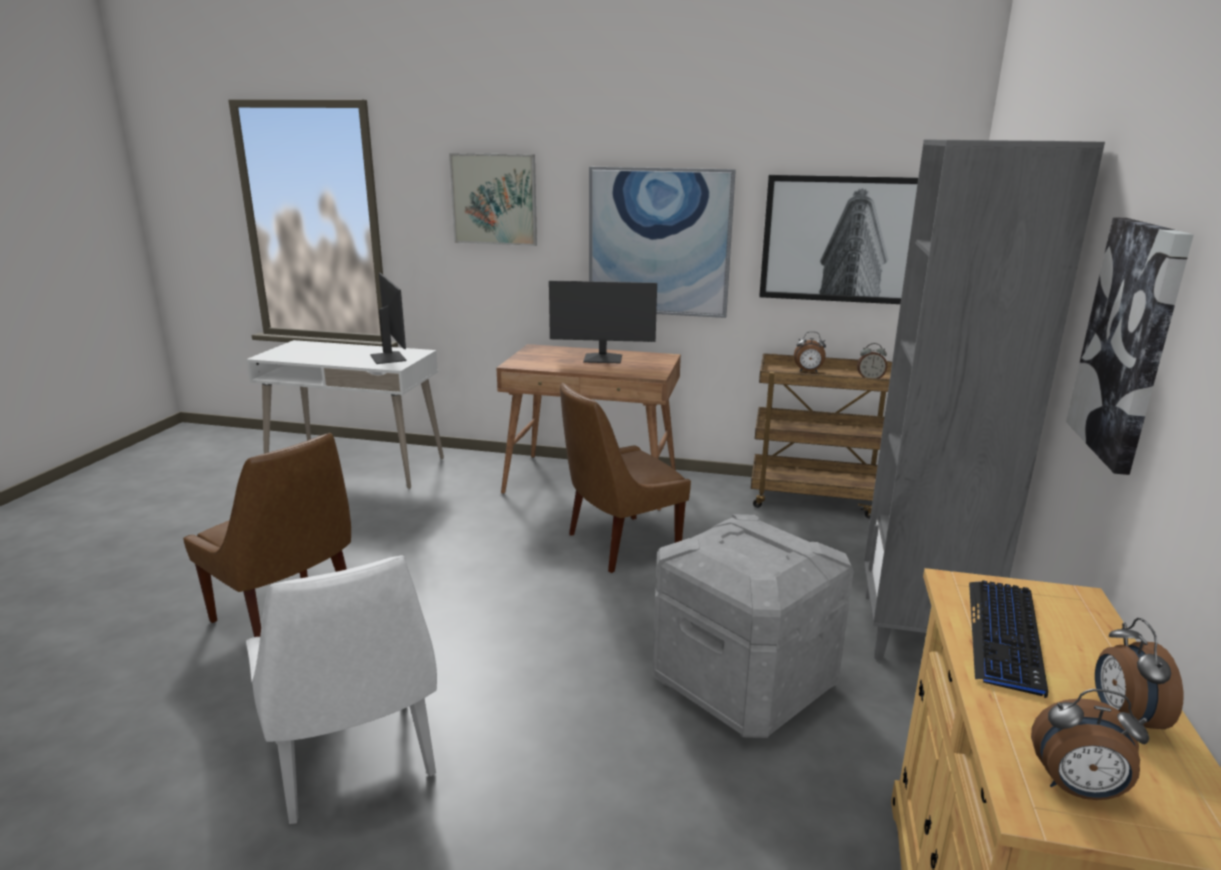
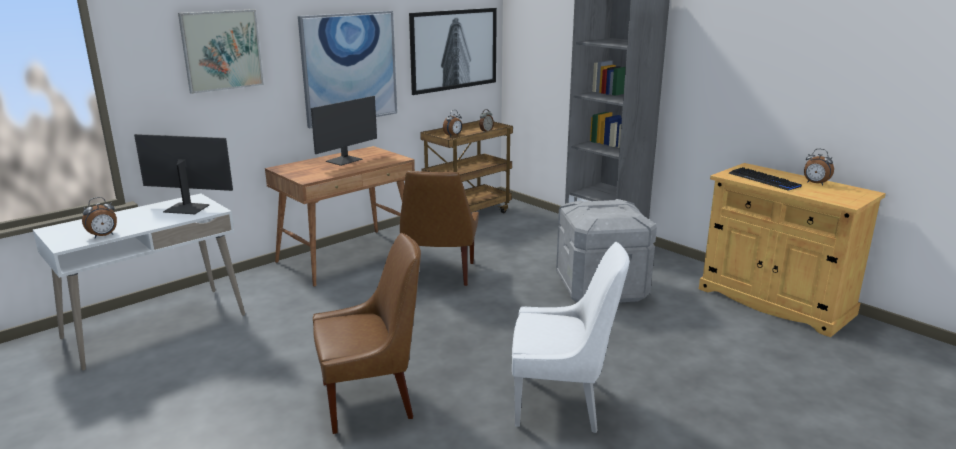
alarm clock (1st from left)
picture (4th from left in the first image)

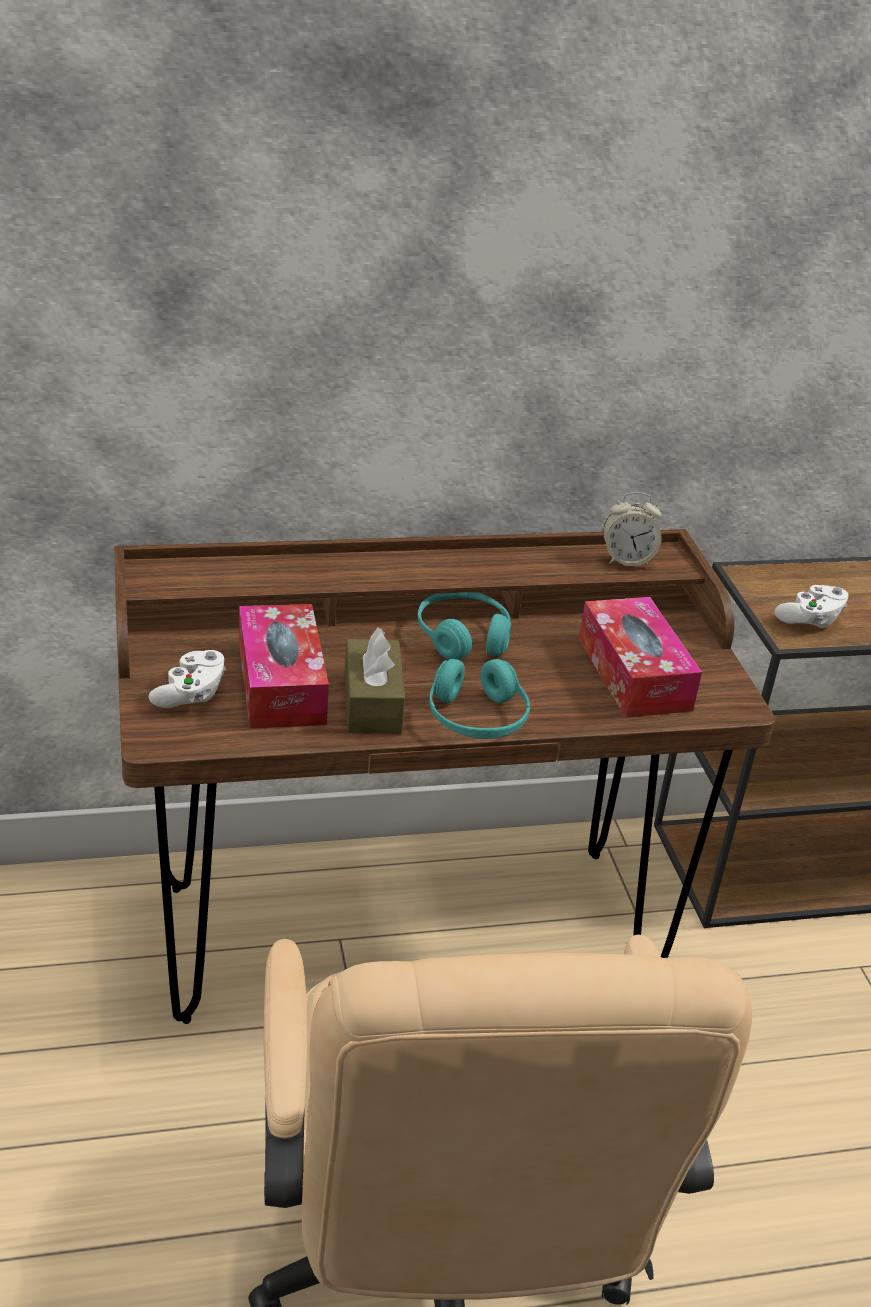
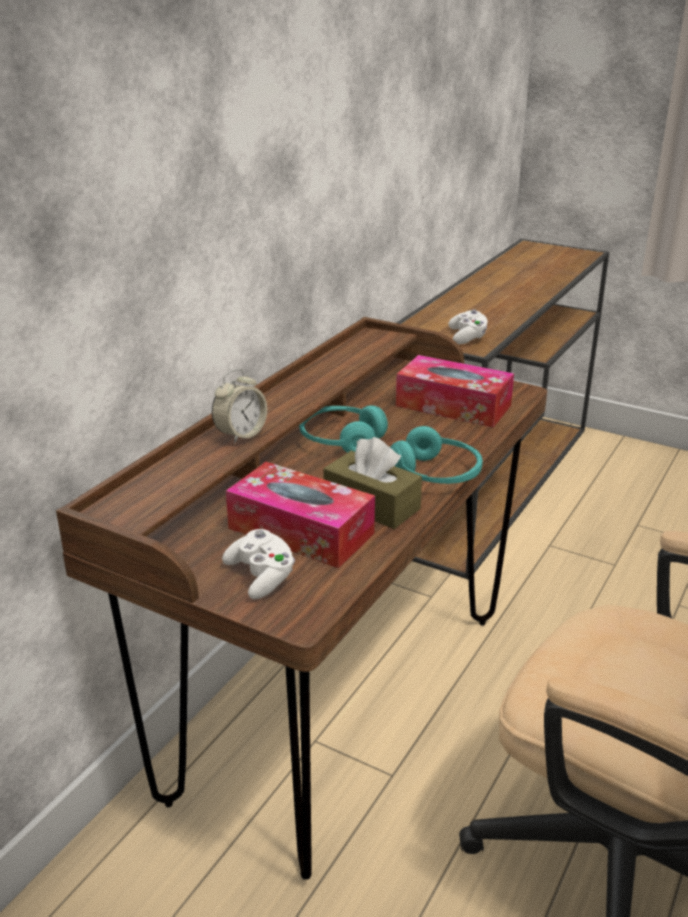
alarm clock

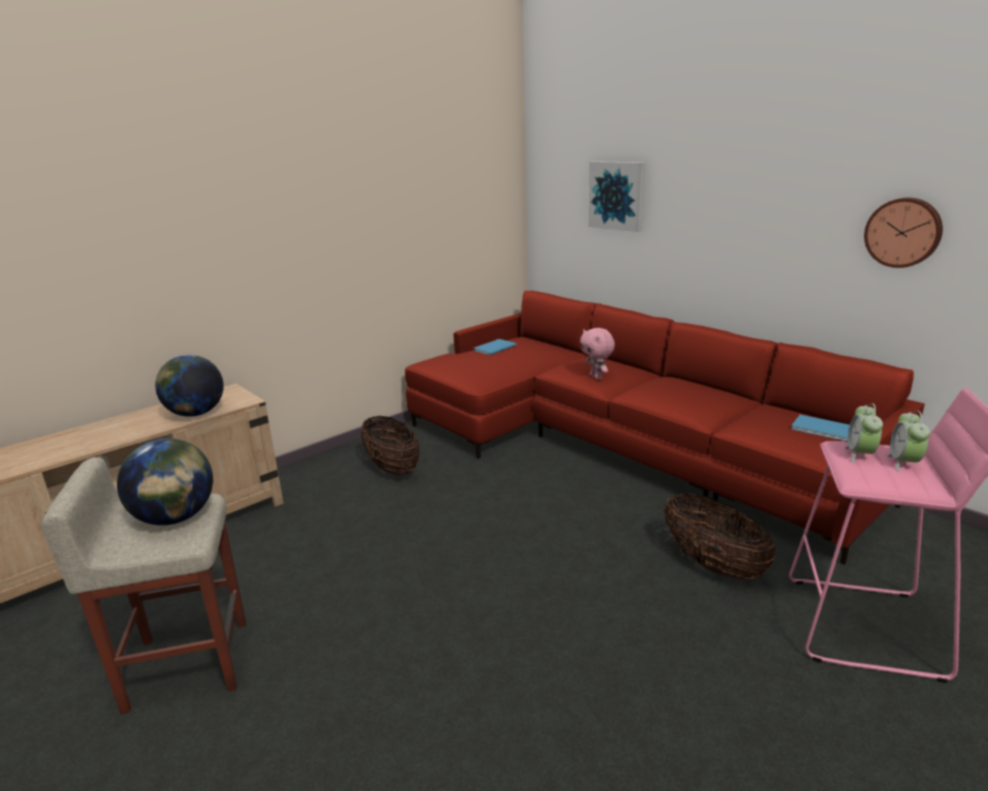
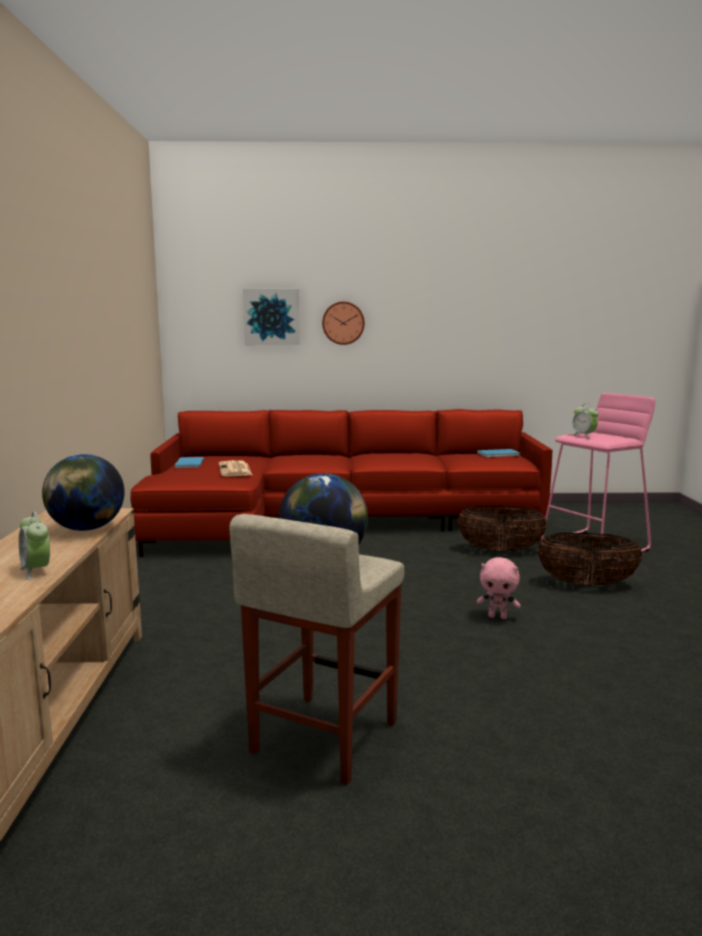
alarm clock (1st from left)
newspaper
wall clock
plush toy (pink)
basket (2nd from left)

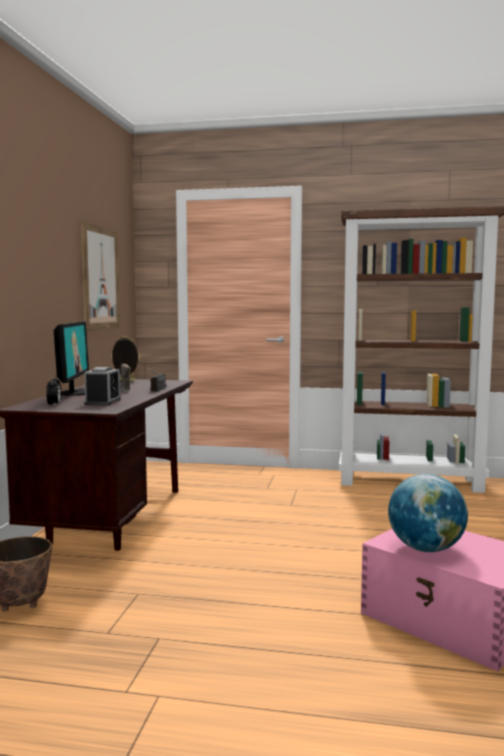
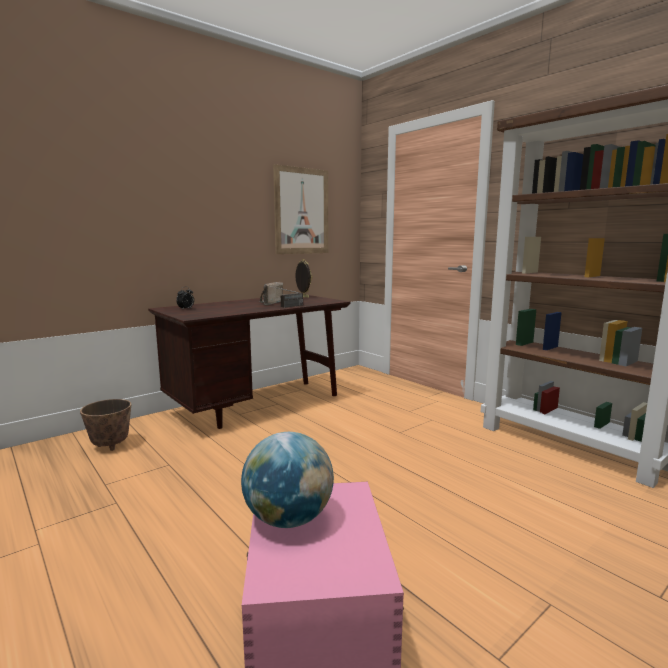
monitor
alarm clock (2nd from left in the first image)

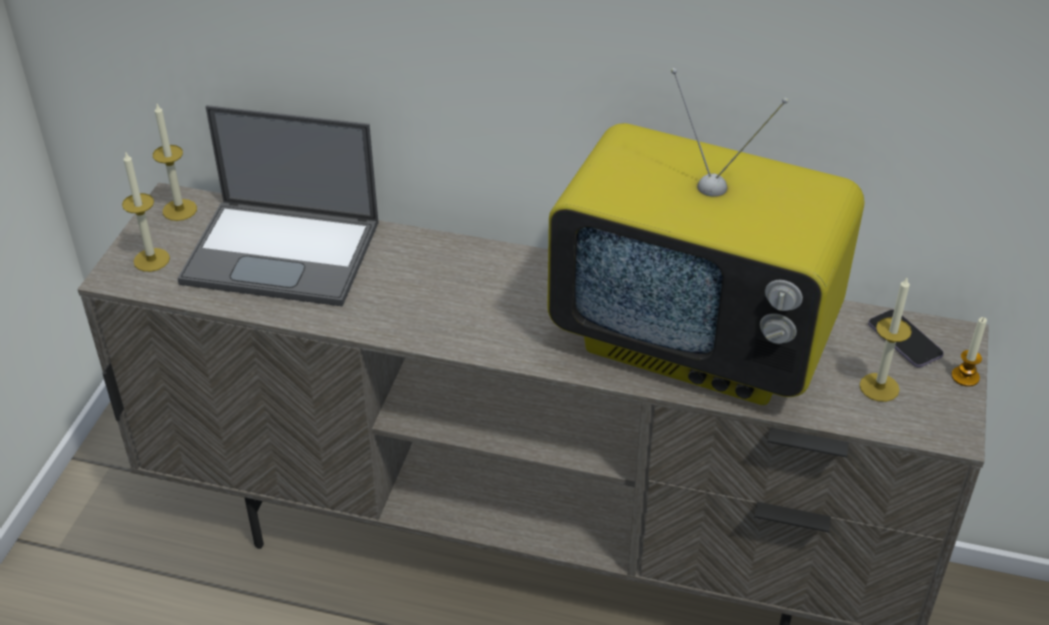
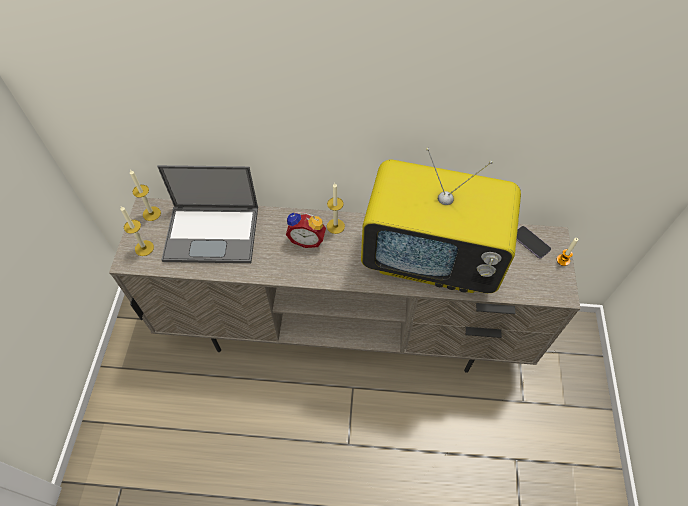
alarm clock
candle (3rd from left)

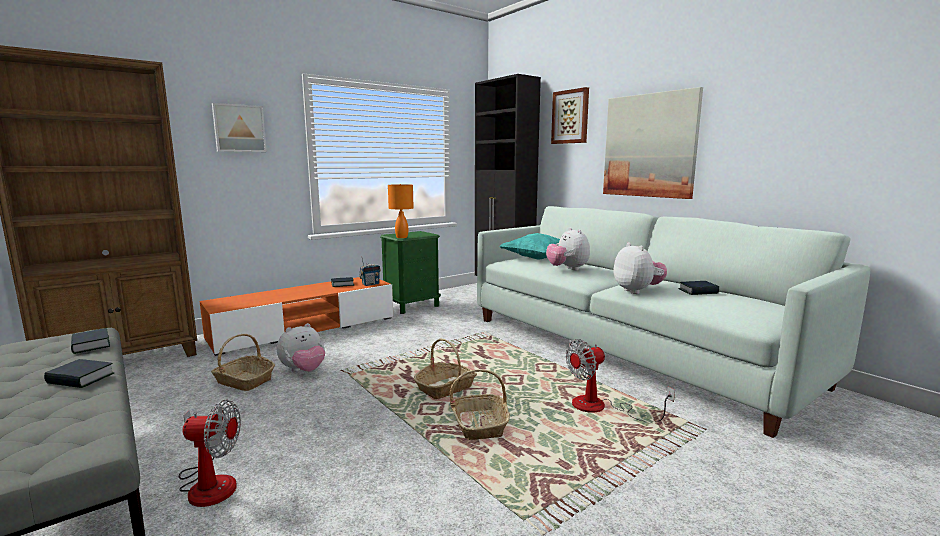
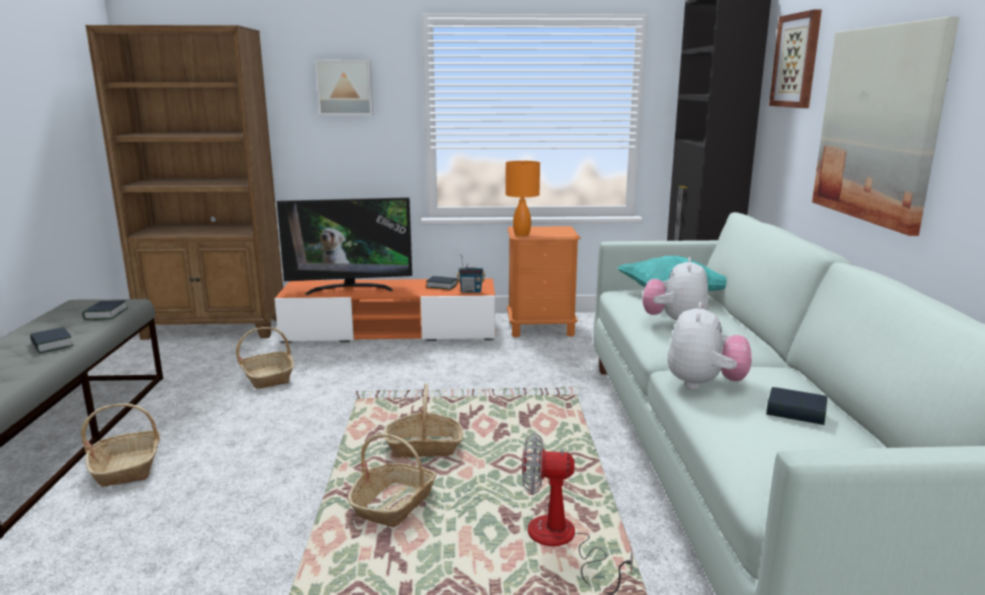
basket (1st from left)
television
nightstand (orange)
plush toy (1st from left in the first image)

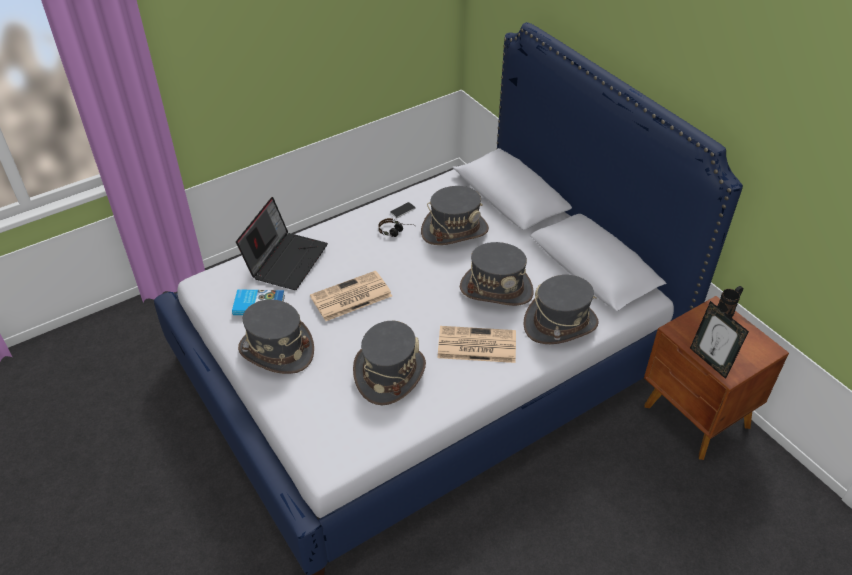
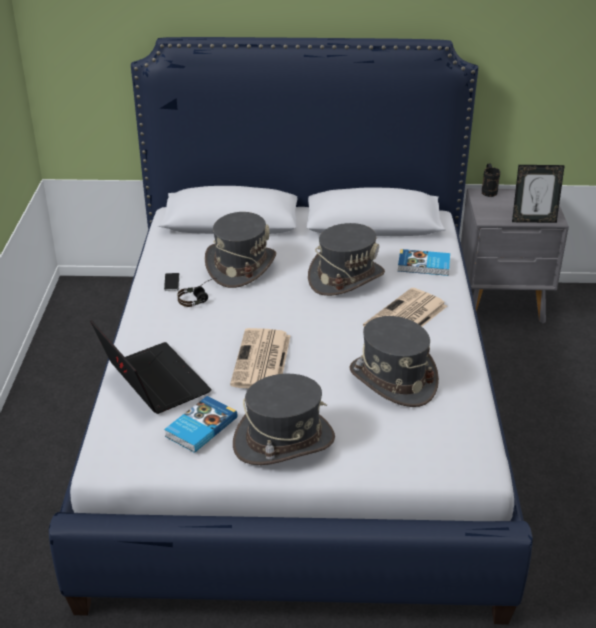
book (2nd from left)
nightstand (grey)

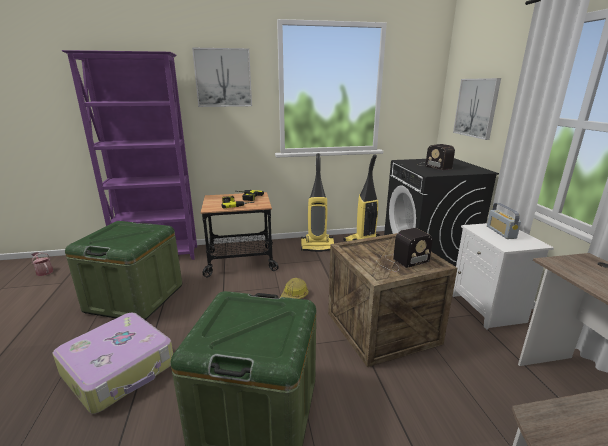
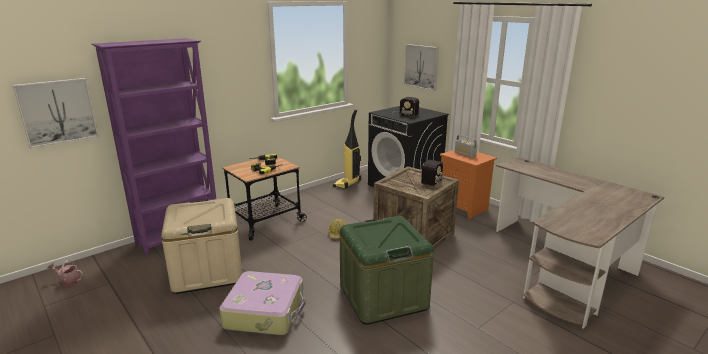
picture (1st from left)
storage box (beige)
nightstand (orange)
vacuum cleaner (1st from left in the first image)

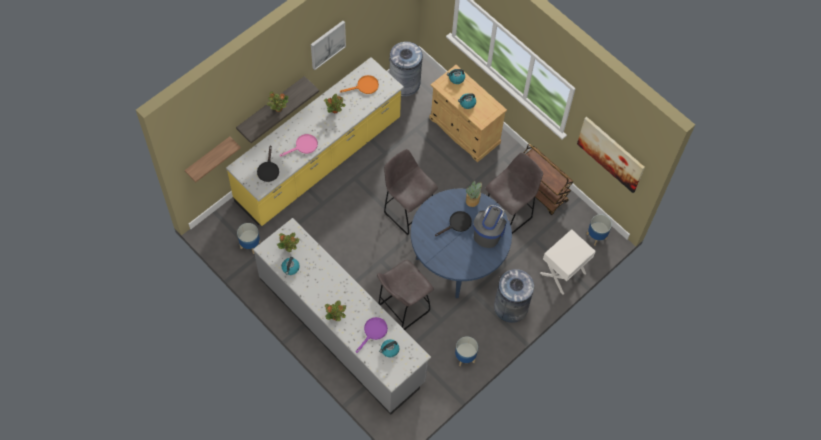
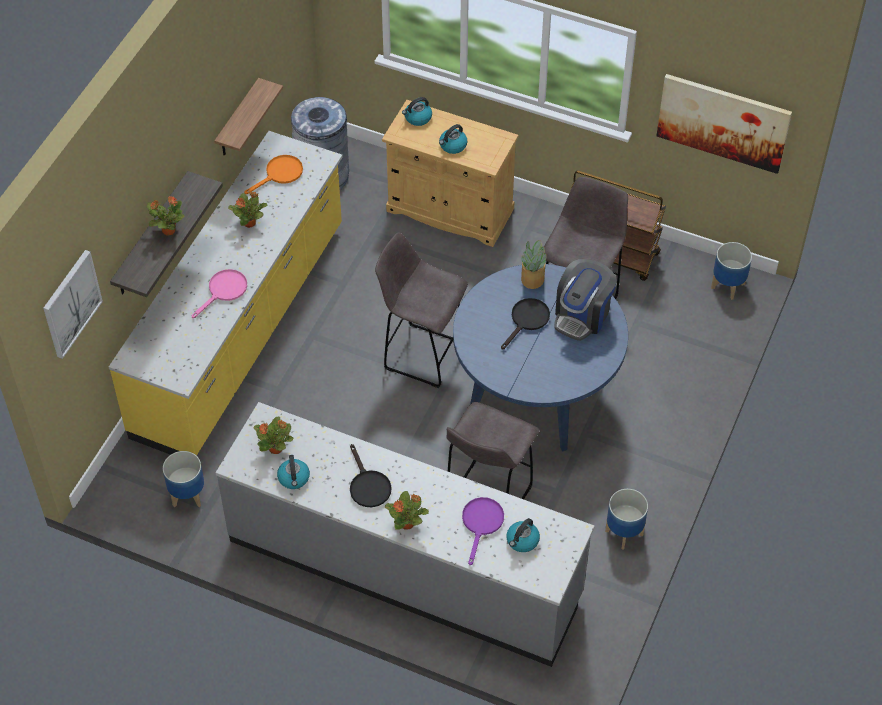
picture (1st from left)
shelf (2nd from left)
frying pan (black) (1st from left)
coffee machine
trash can (grey) (2nd from left in the first image)
nightstand (white)

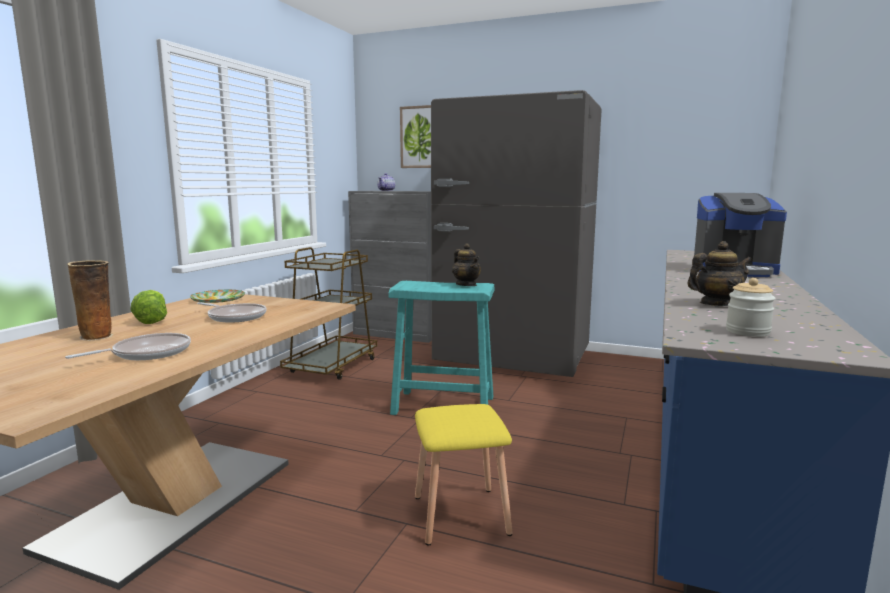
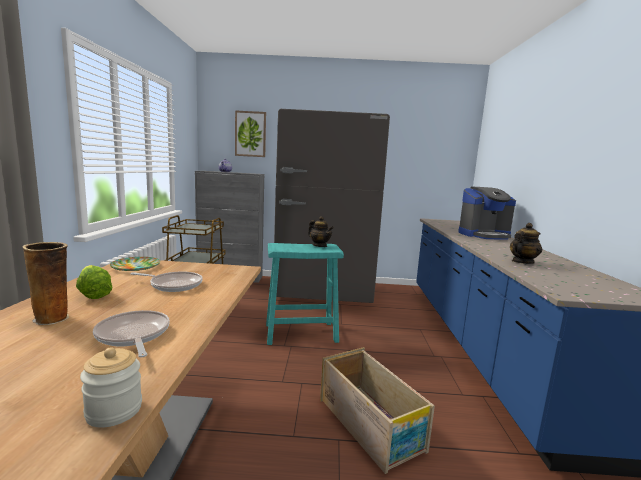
jar
frying pan (1st from left)
crate

